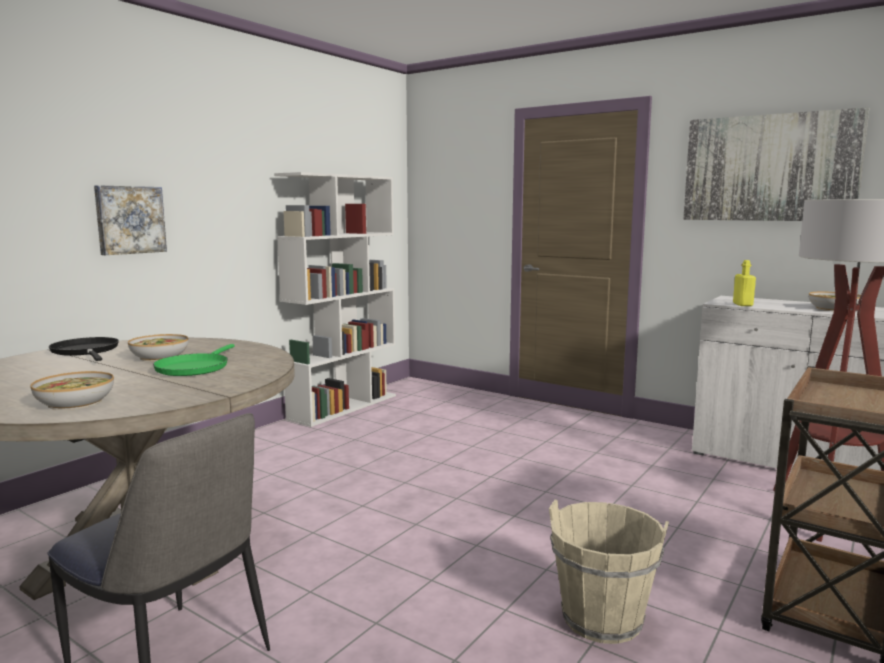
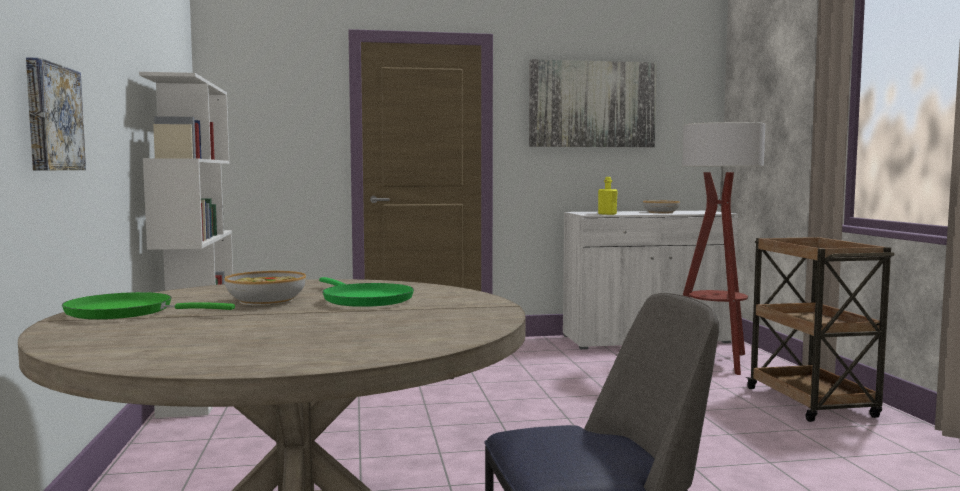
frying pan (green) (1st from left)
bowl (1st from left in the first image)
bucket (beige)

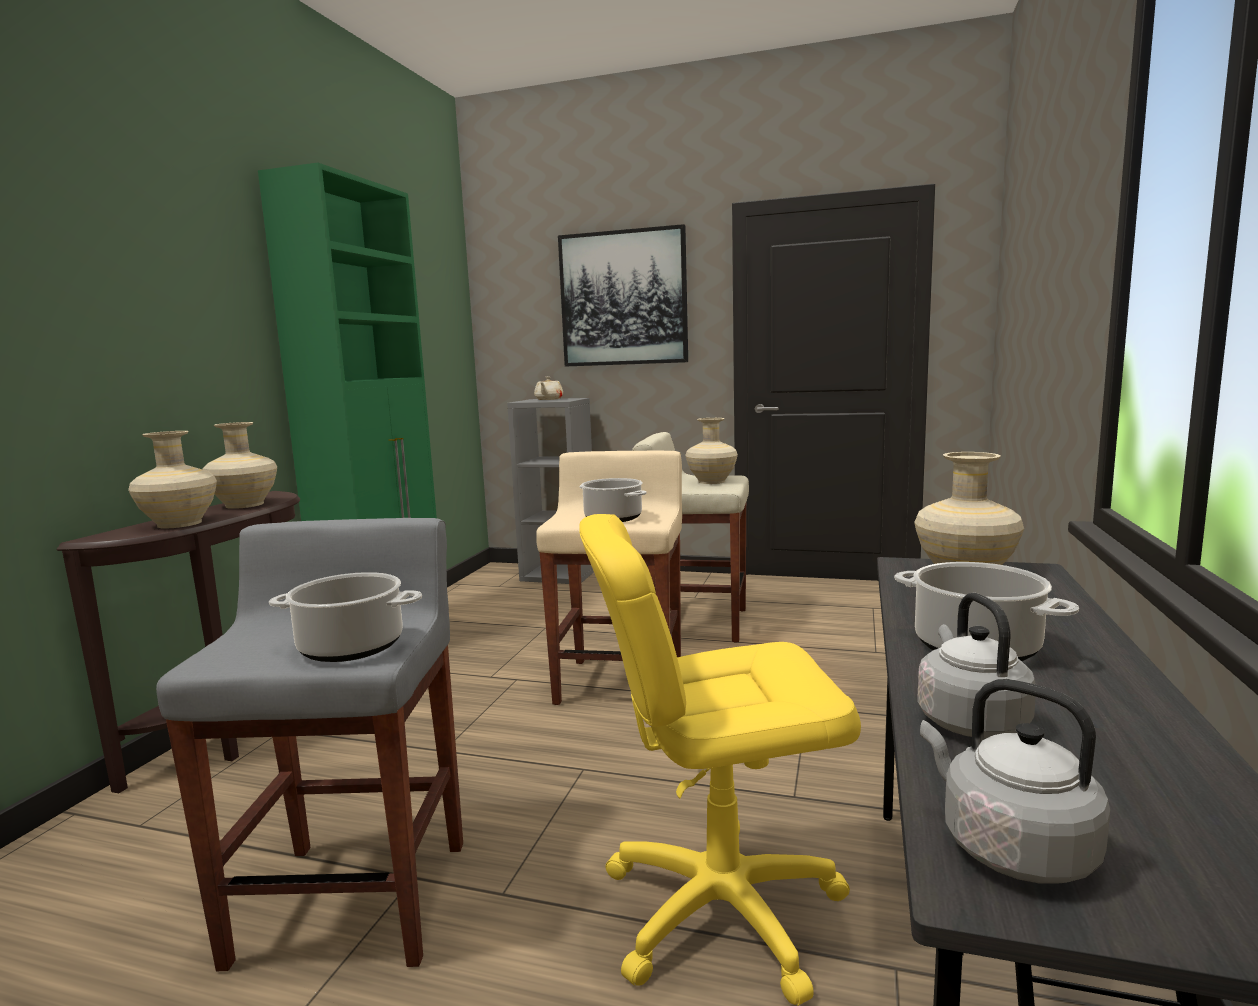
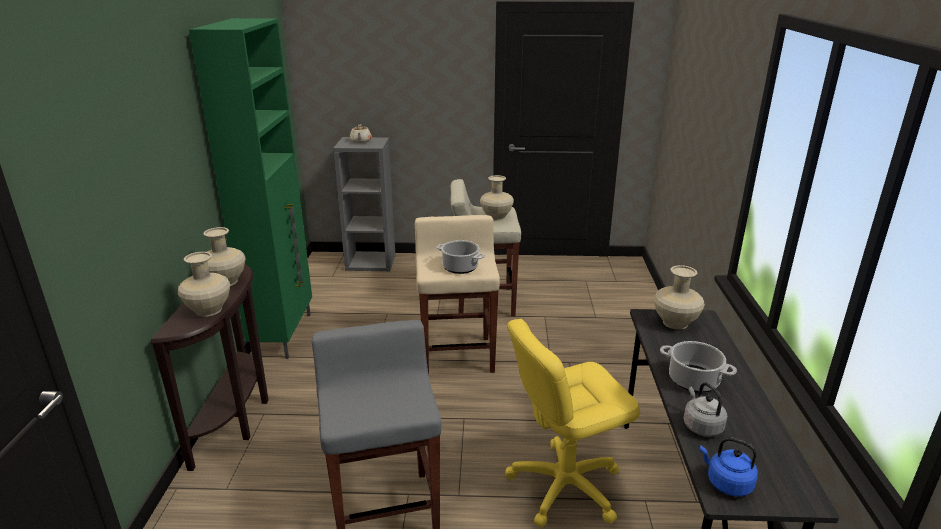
kettle (blue)
cooking pot (1st from left in the first image)
picture

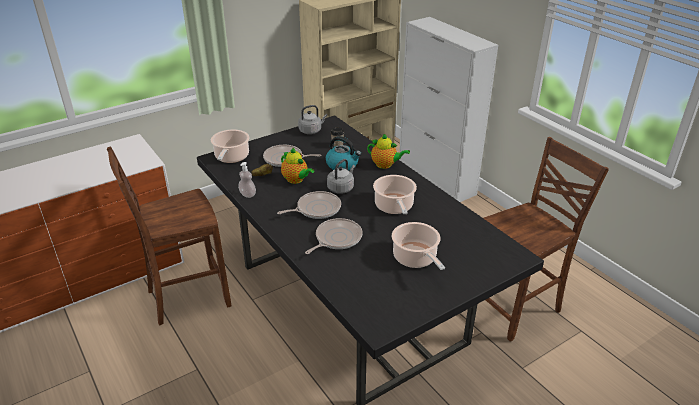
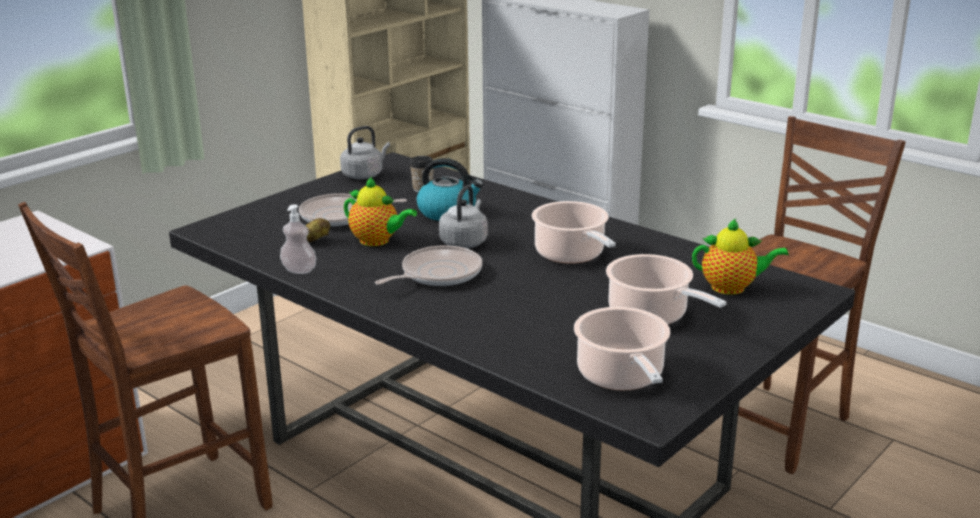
cooking pot (2nd from left)
teapot (2nd from left)
frying pan (3rd from left in the first image)

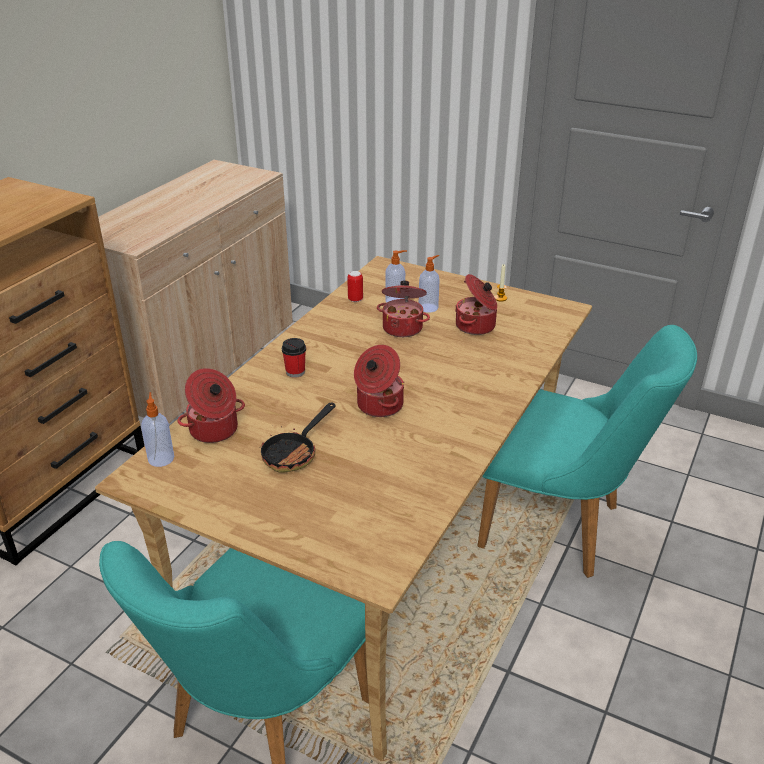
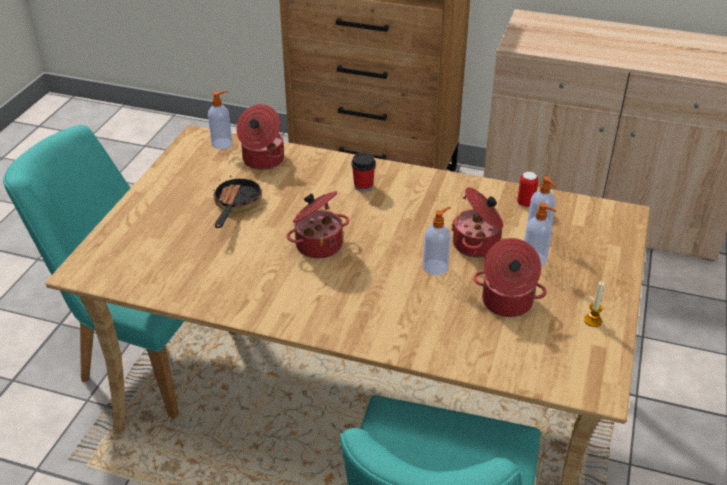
frying pan
soap dispenser (2nd from left)

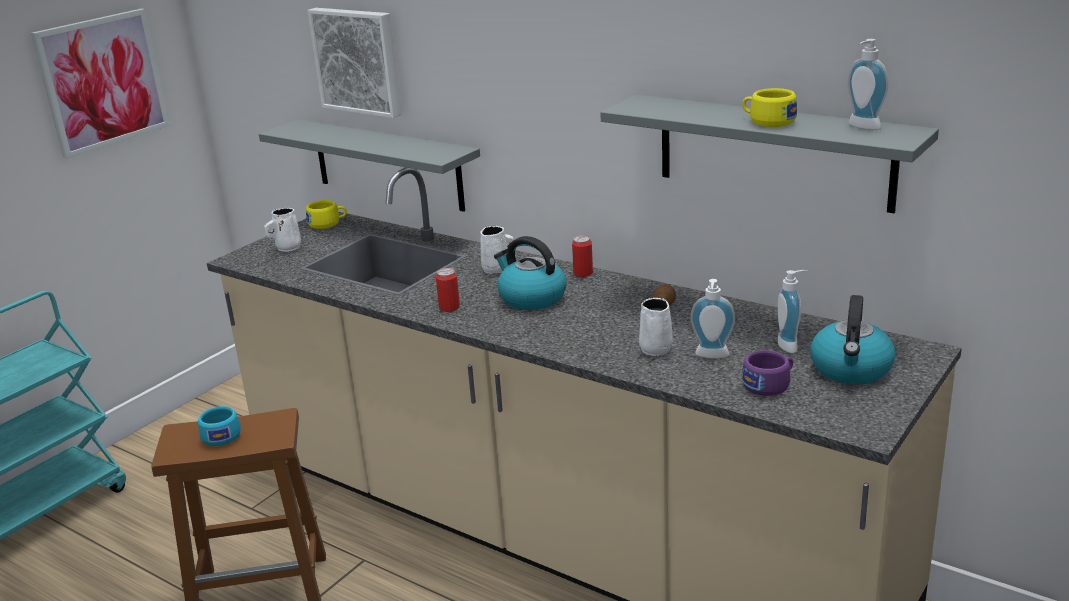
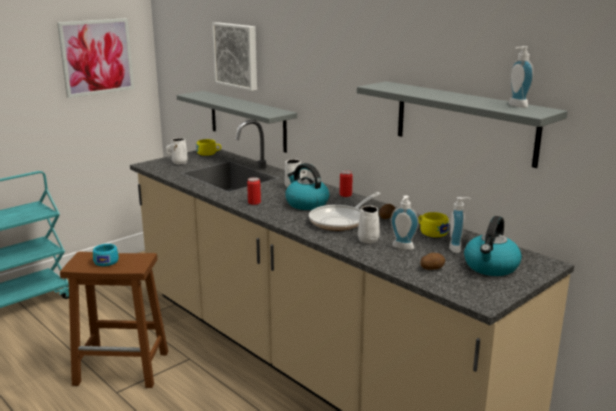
frying pan
cup (yellow) (2nd from left)
potato (2nd from left)

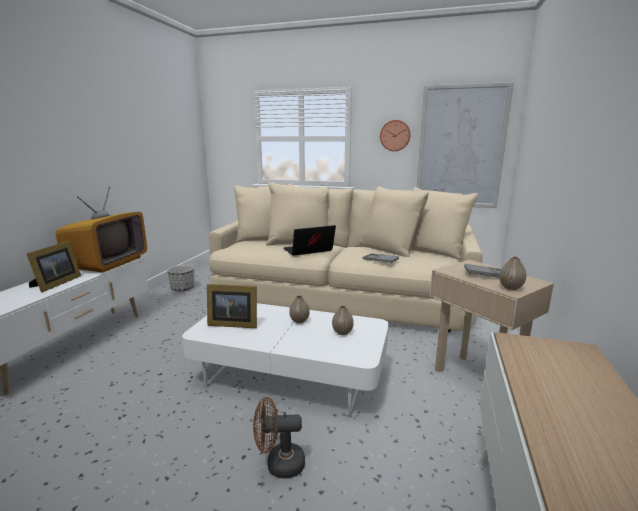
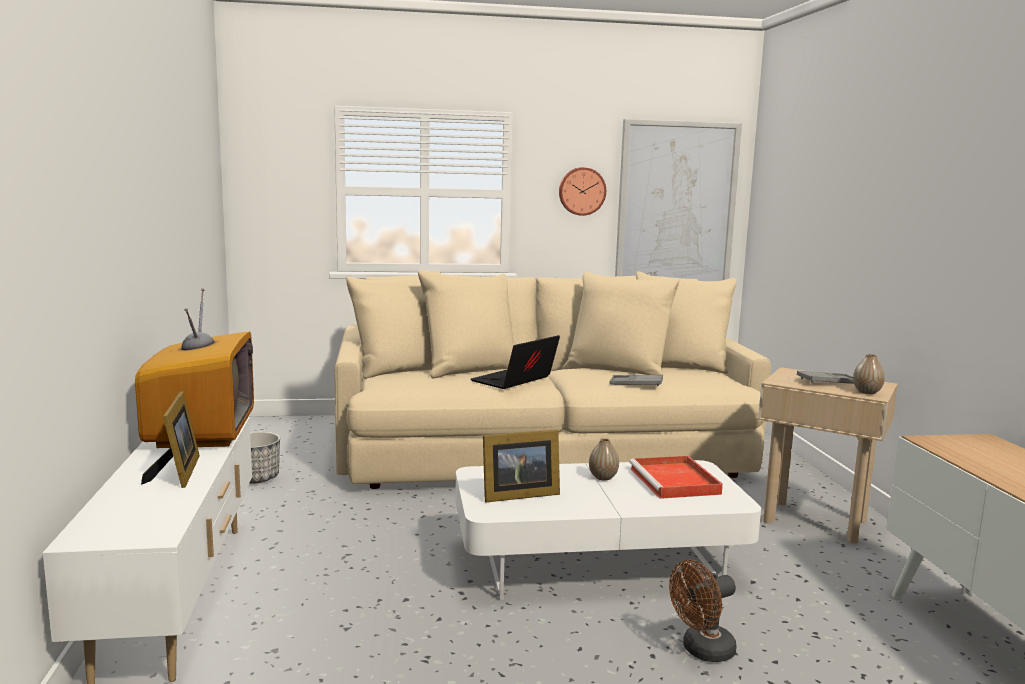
tray (red)

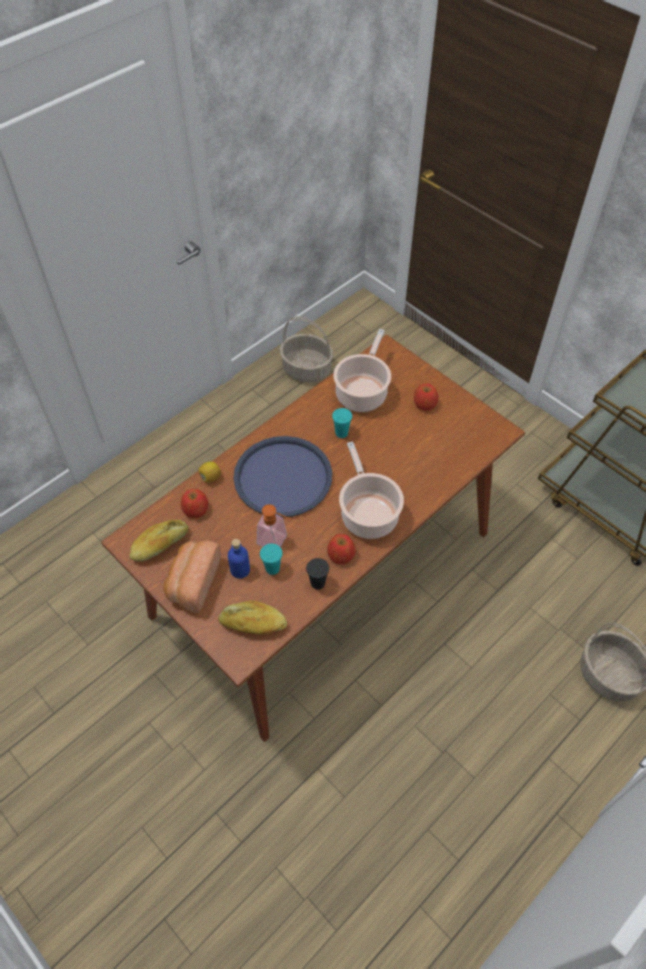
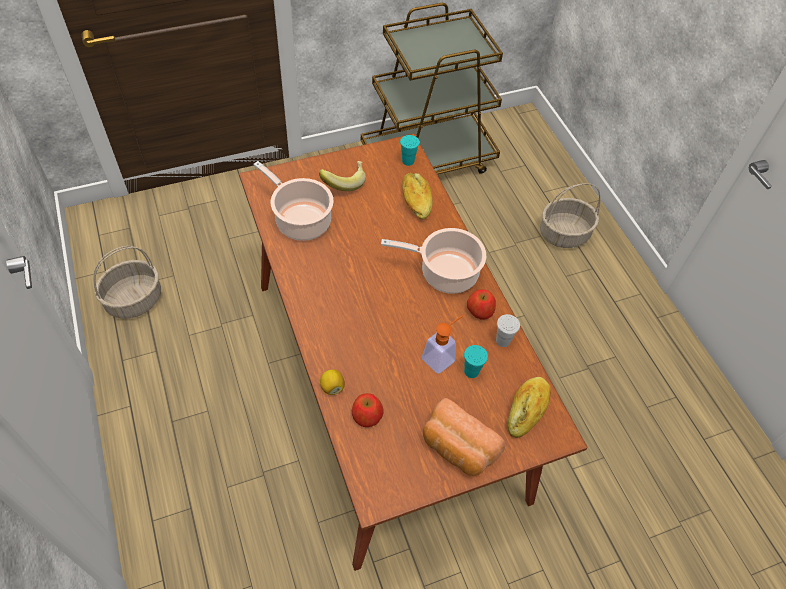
banana
cup (turquoise) (1st from left)
bread (1st from left)
cup (white)
bottle (blue)
tray (blue)

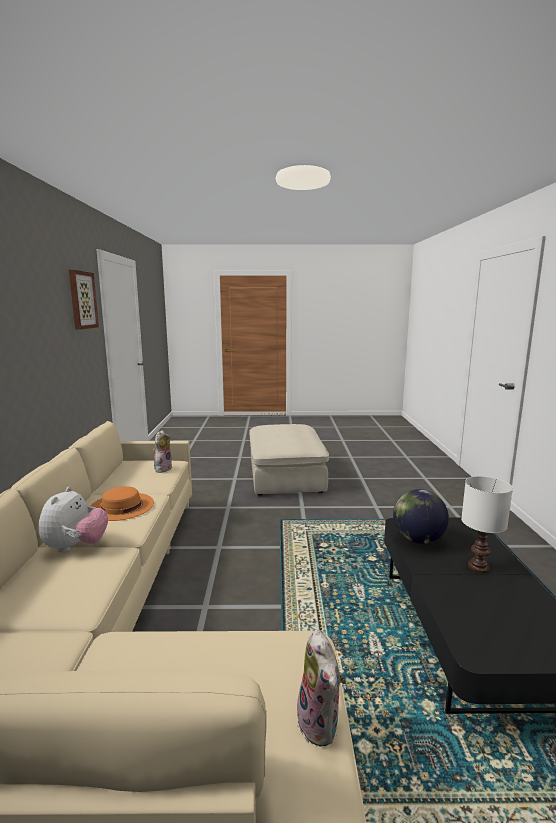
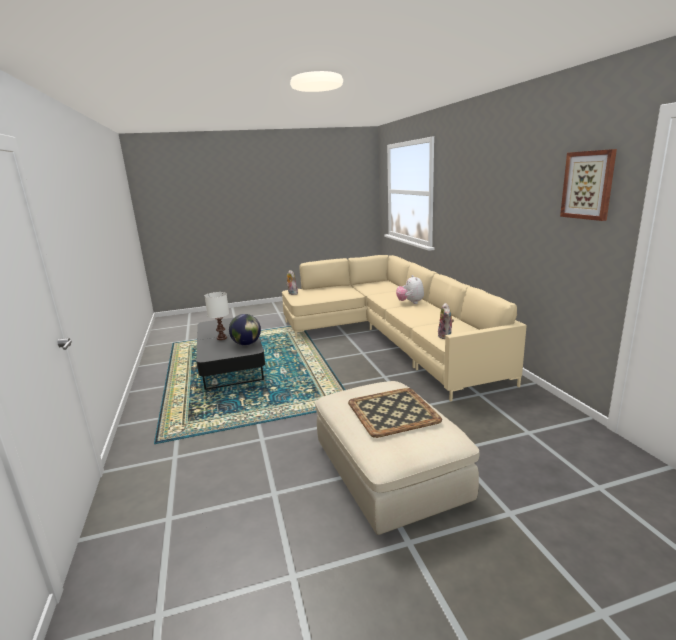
tray
hat (orange)

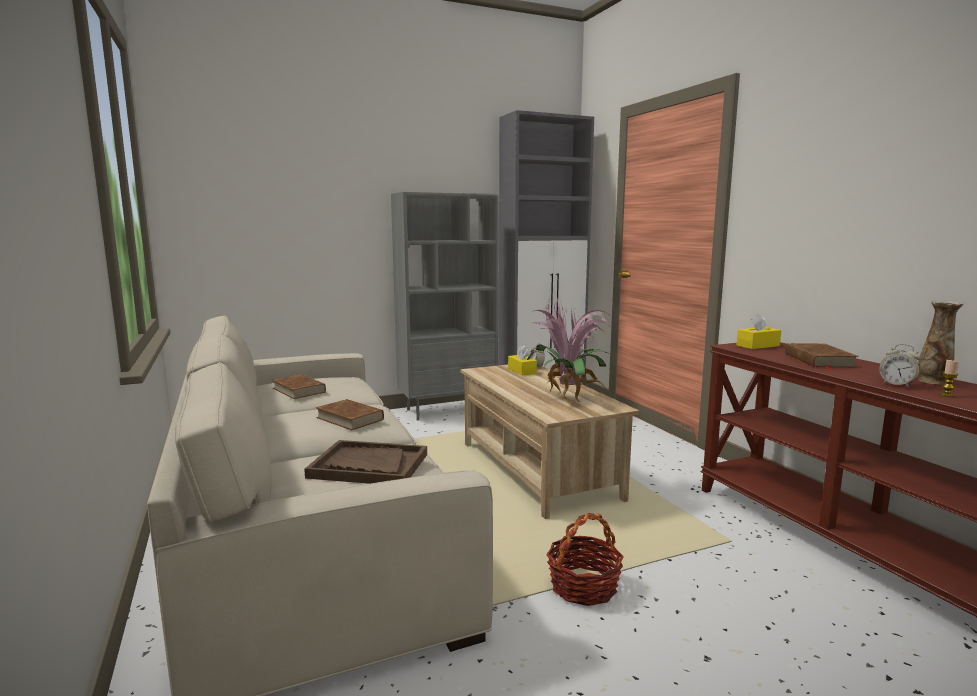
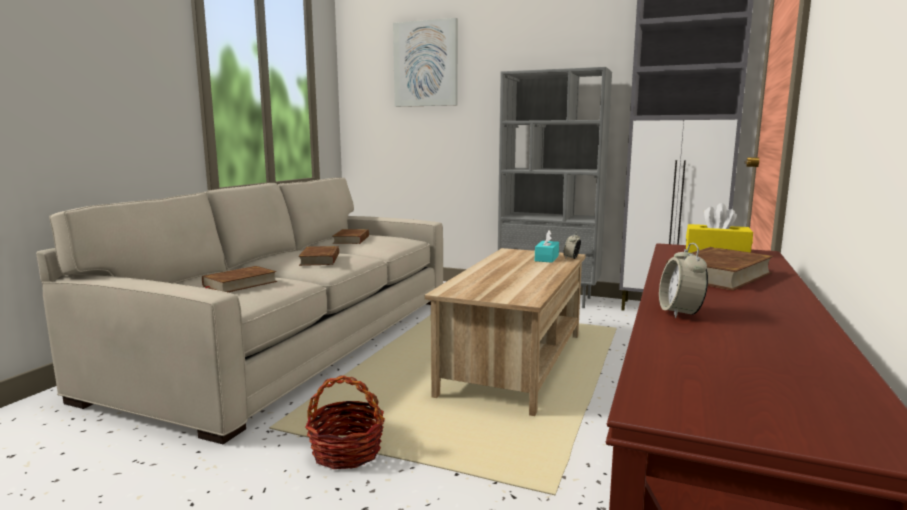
book (brown) (1st from left)
picture
tissue box (turquoise)
potted plant
vase
candle

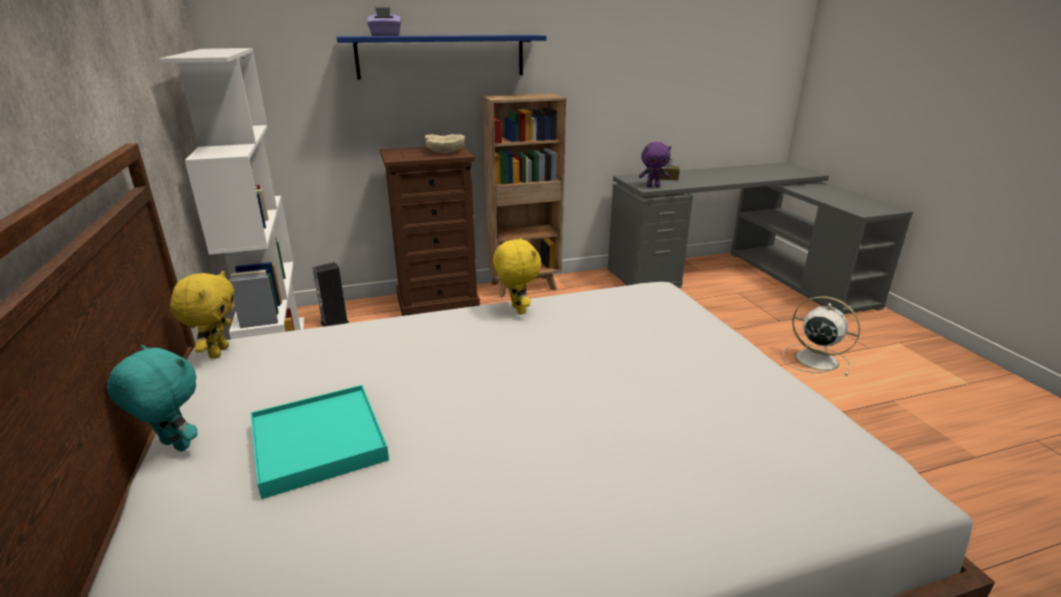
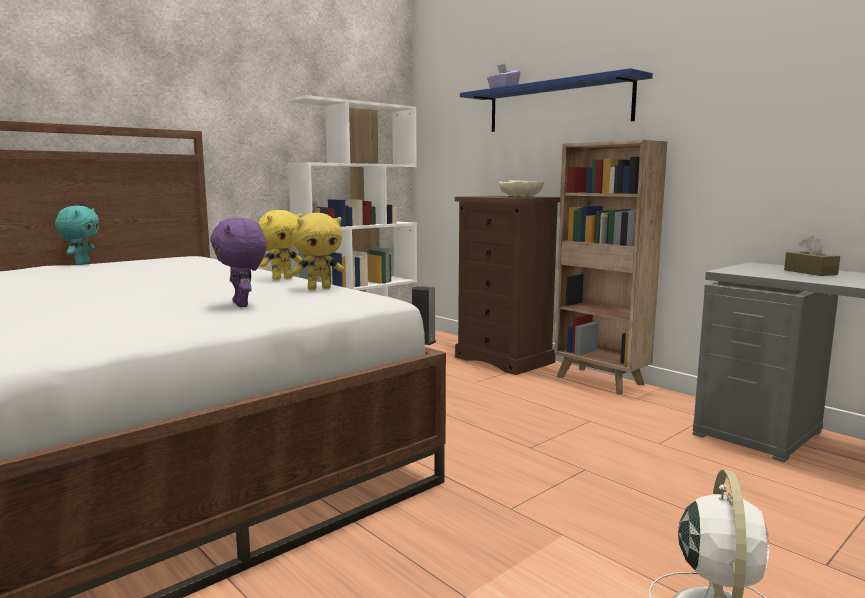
plush toy (purple)
plush toy (yellow) (2nd from left)
tray (turquoise)

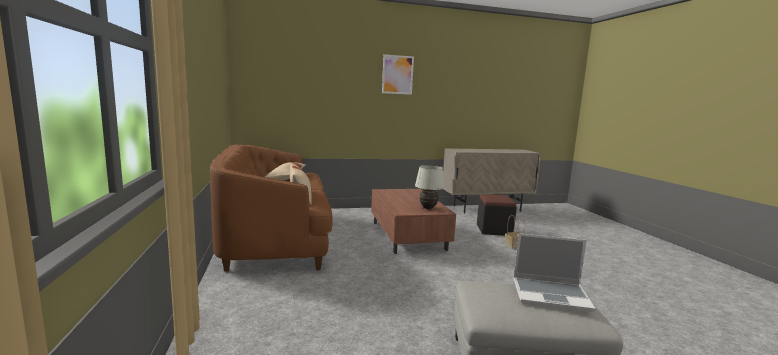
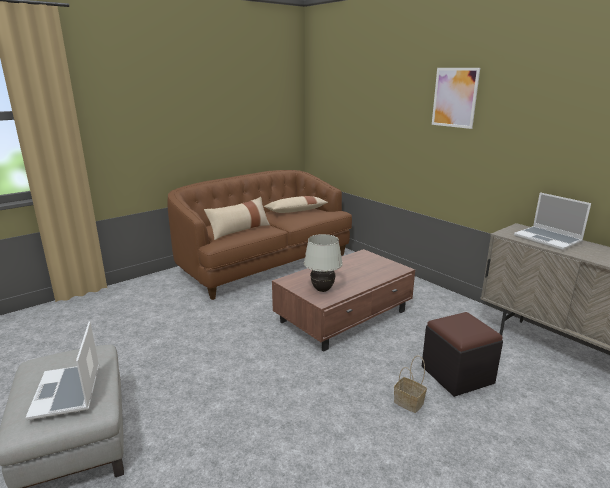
laptop (2nd from left)

